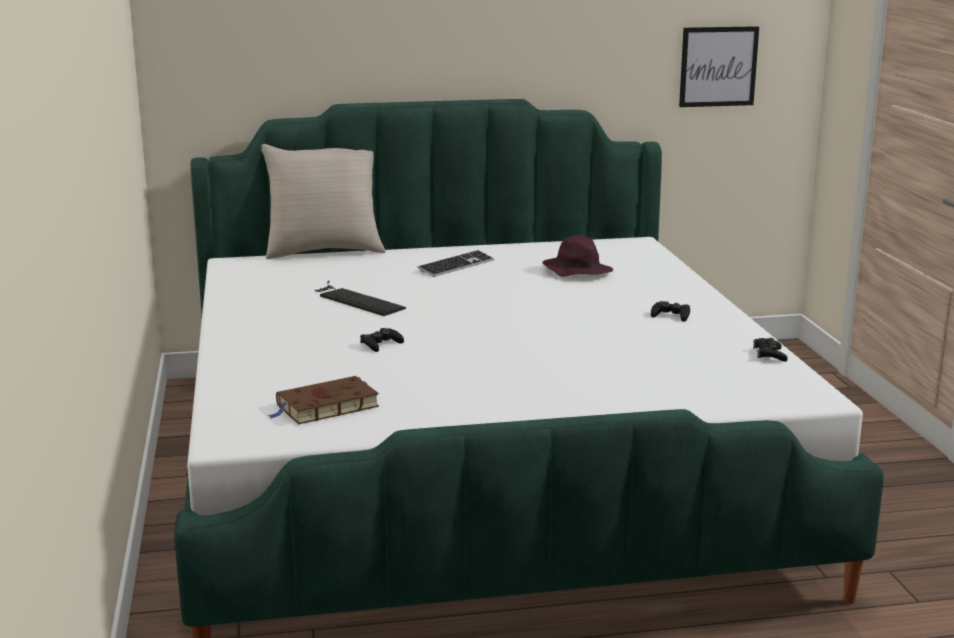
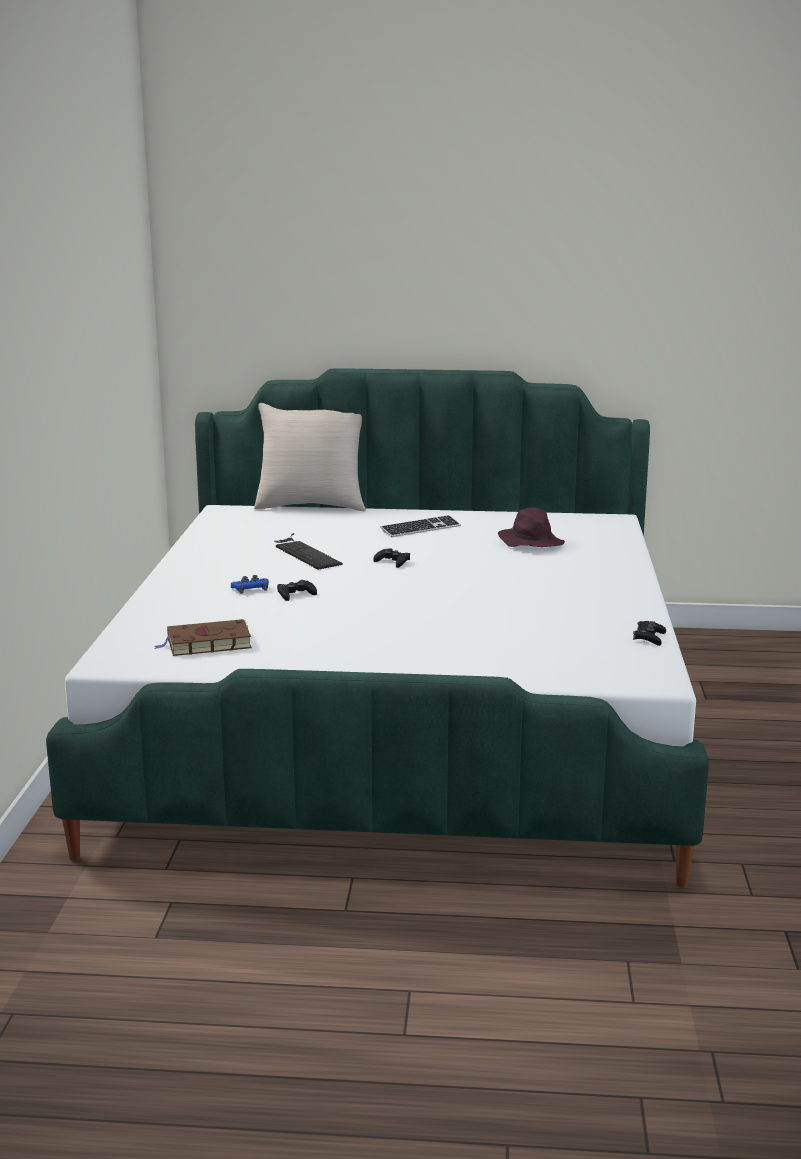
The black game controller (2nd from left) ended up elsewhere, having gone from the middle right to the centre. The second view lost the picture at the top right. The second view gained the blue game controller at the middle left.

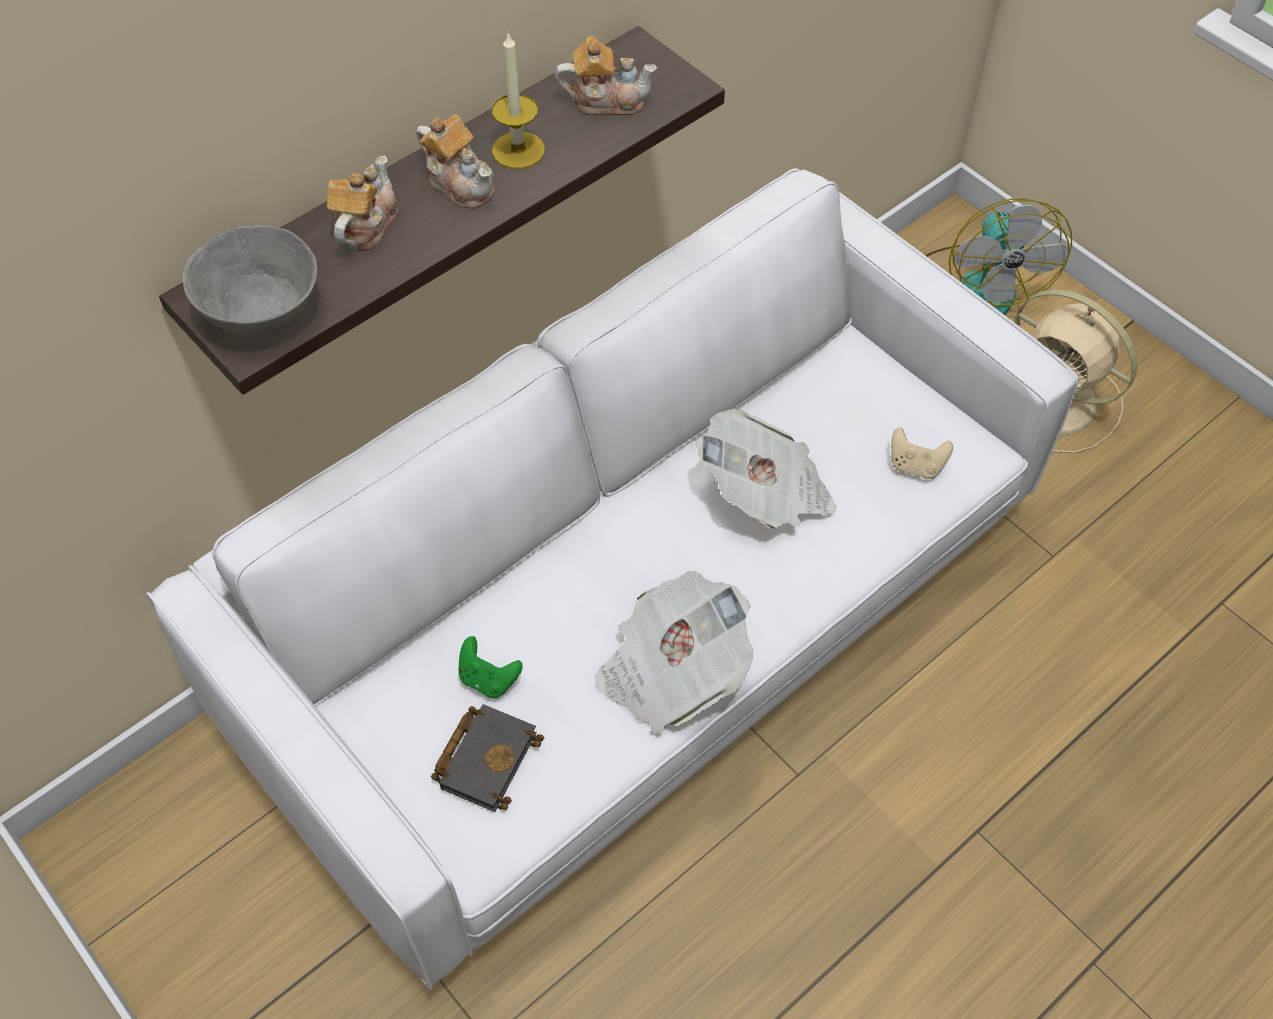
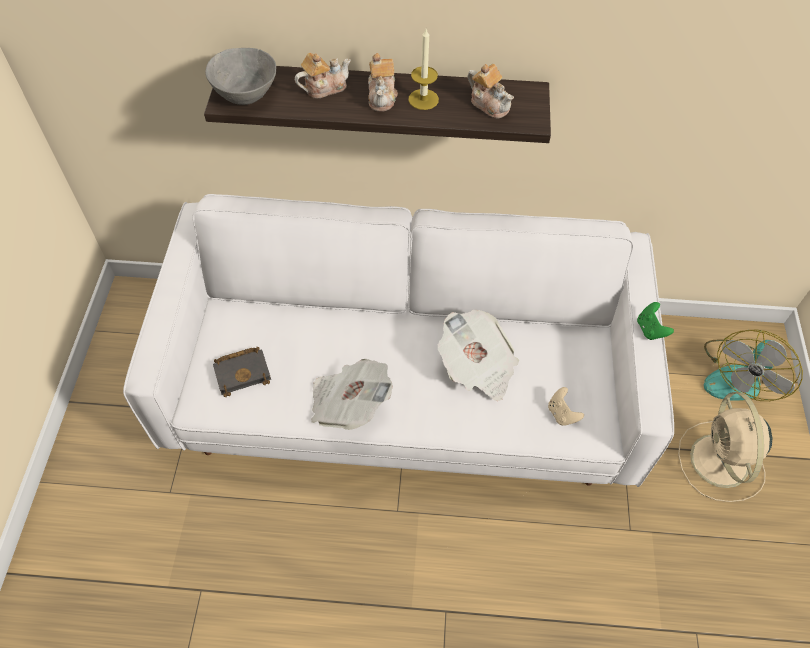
The green game controller ended up elsewhere, having gone from the centre to the middle right.

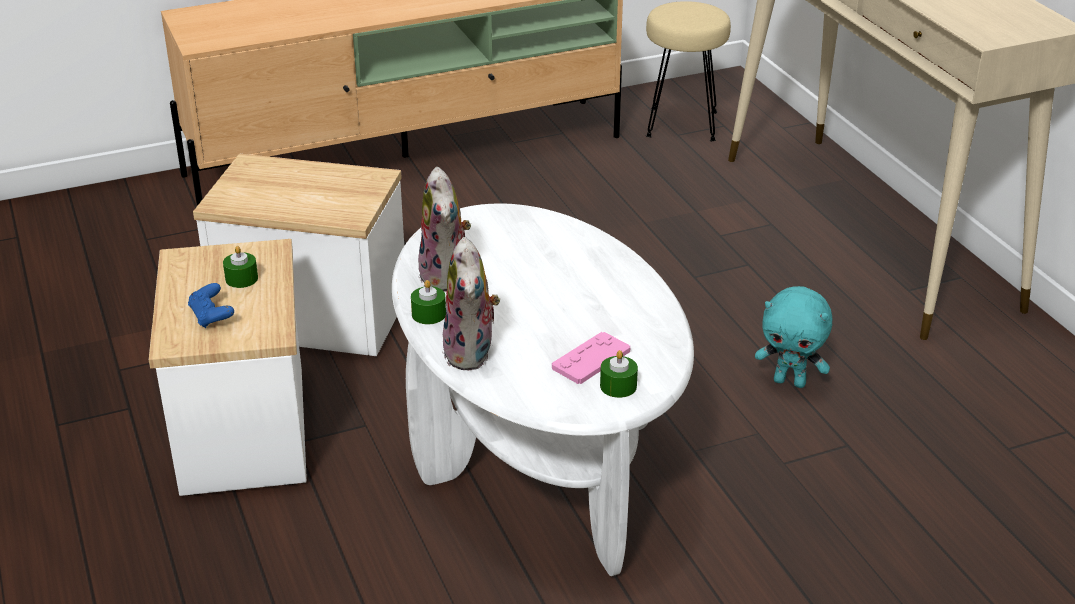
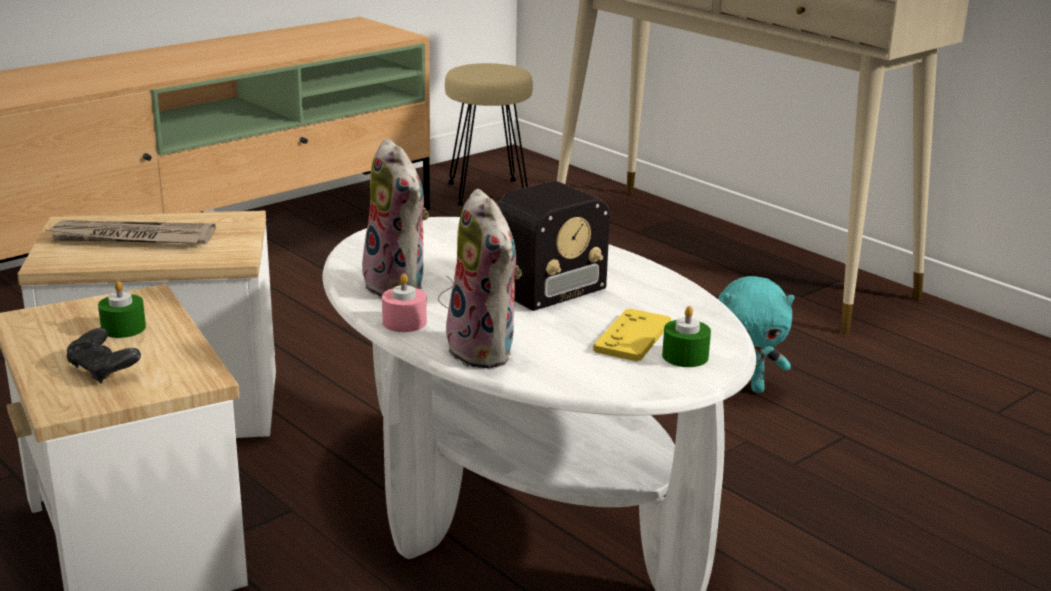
What was the blue game controller at the middle left turned into the black game controller at the middle left. What was the green candle (2nd from left) at the centre turned into the pink candle at the centre. What was the pink game controller at the centre turned into the yellow game controller at the centre. The second view gained the newspaper at the middle left. The second view gained the radio at the centre.

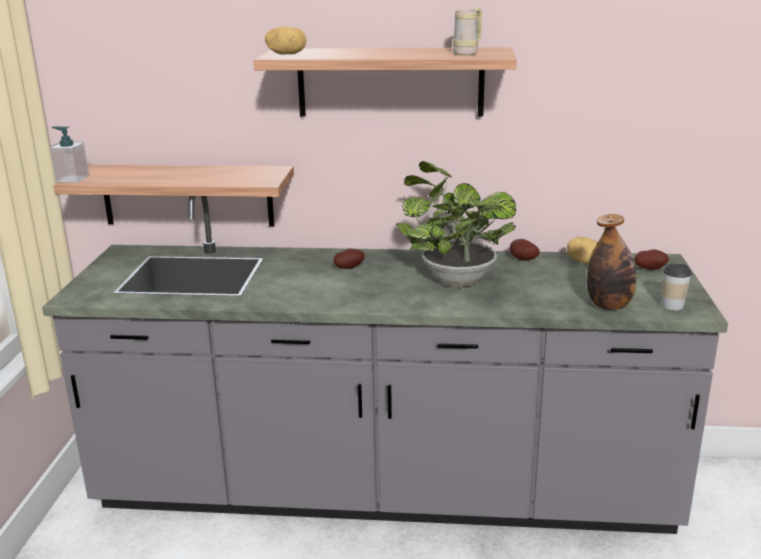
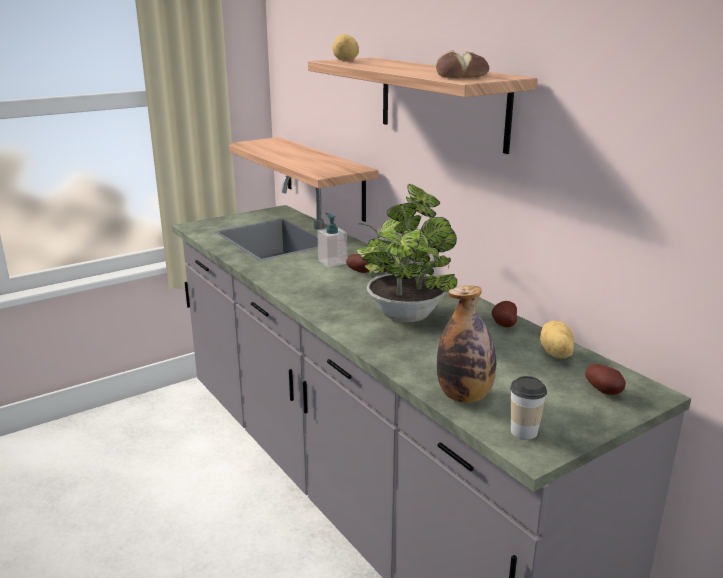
The soap dispenser ended up elsewhere, having gone from the top left to the centre. Where the beige mug stood at the top centre, the bread came to stand at the top centre.

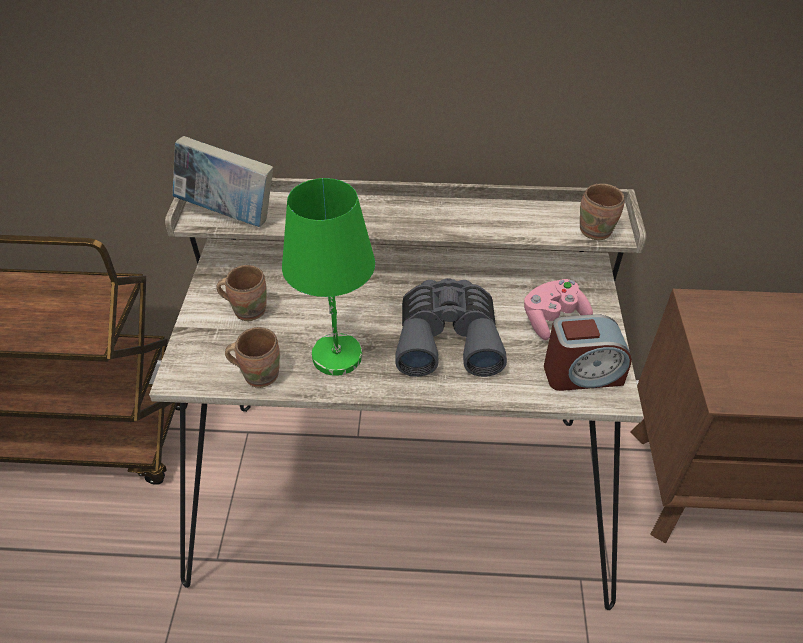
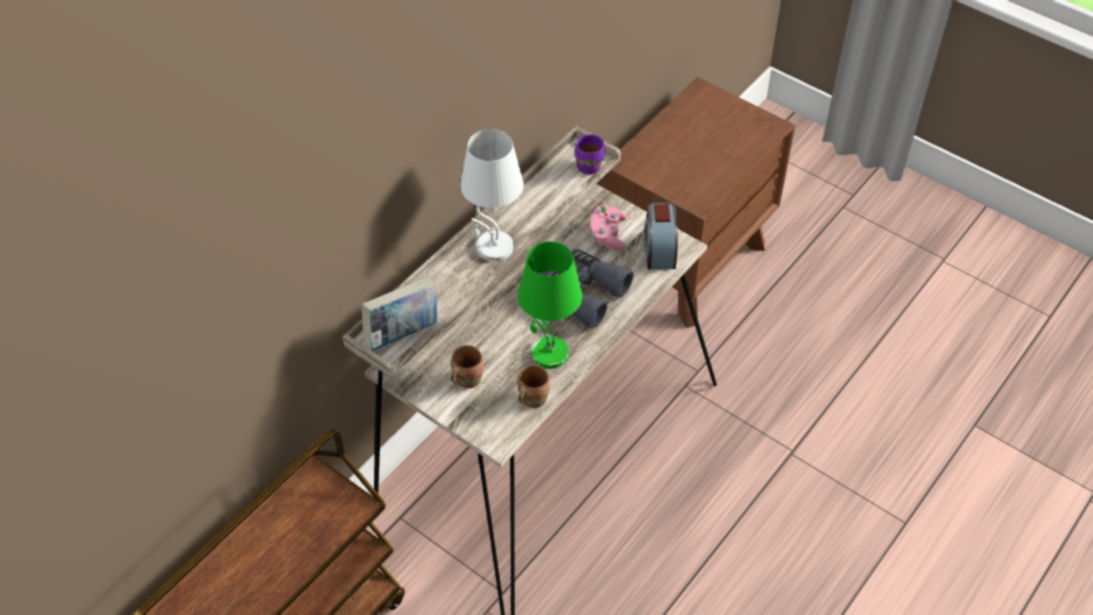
The alarm clock at the middle right ended up facing another way, 150 degrees clockwise from before. What was the brown mug (3rd from left) at the top right turned into the purple mug at the top centre. The second view gained the white table lamp at the top centre.

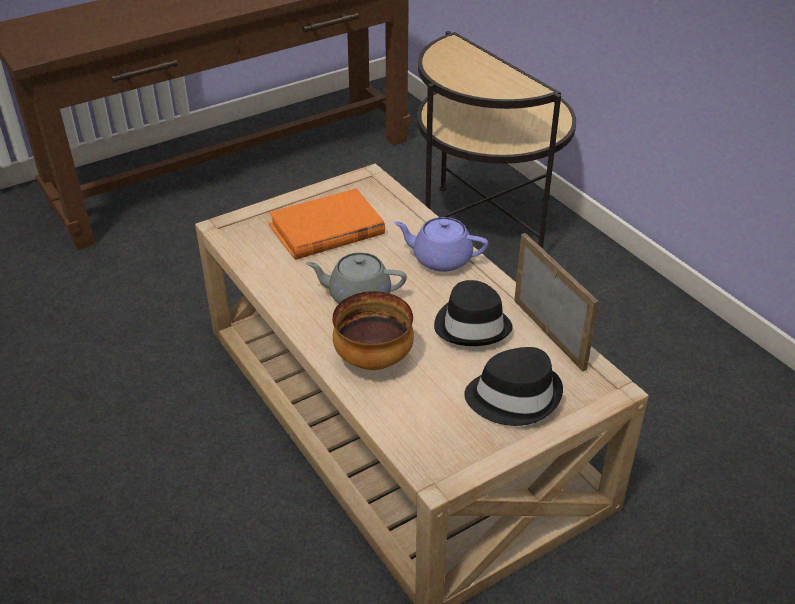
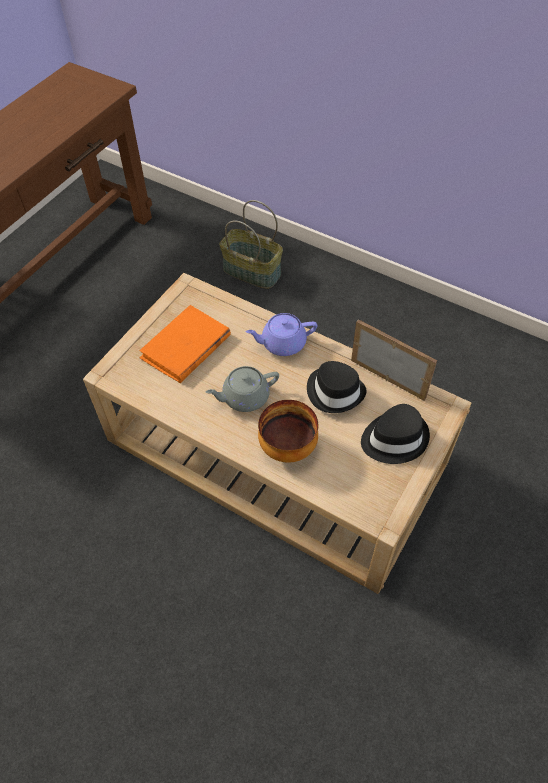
Where the side table stood at the top centre, the basket came to stand at the top centre.

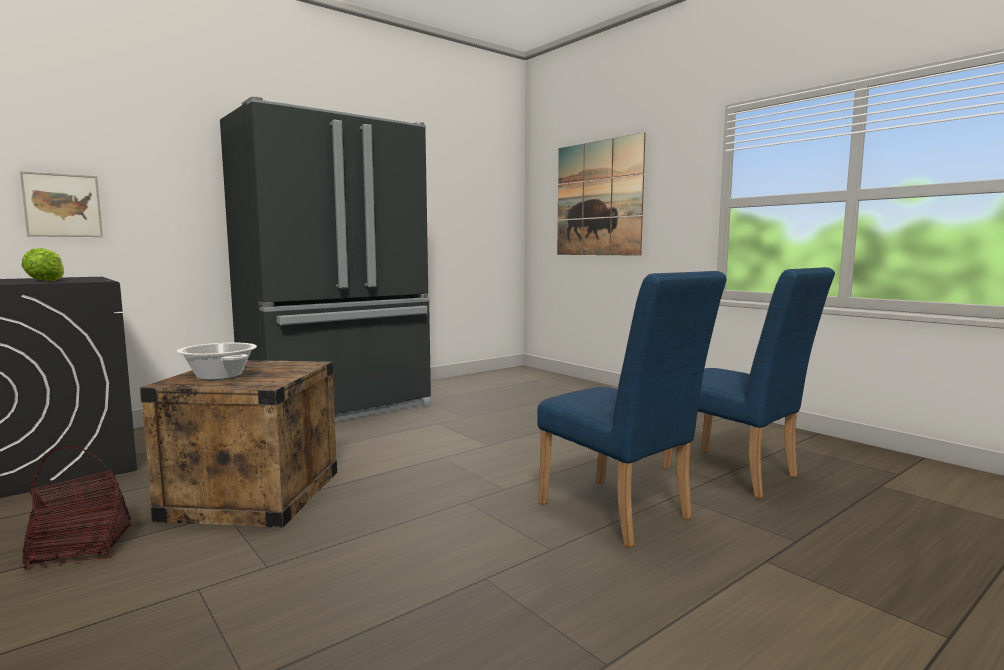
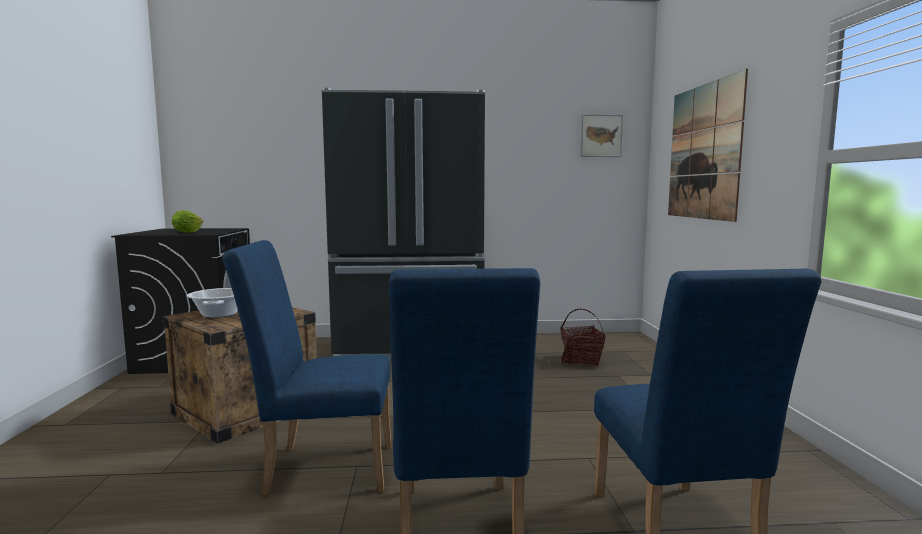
The picture (1st from left) ended up elsewhere, having gone from the top left to the top centre. The basket ended up elsewhere, having gone from the bottom left to the centre. The second view gained the blue chair (1st from left) at the bottom left.

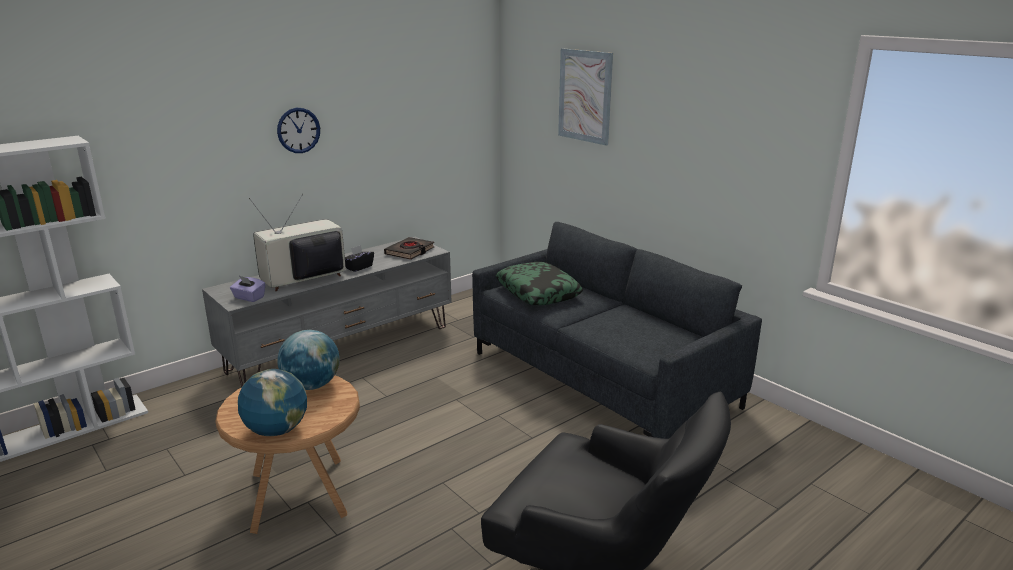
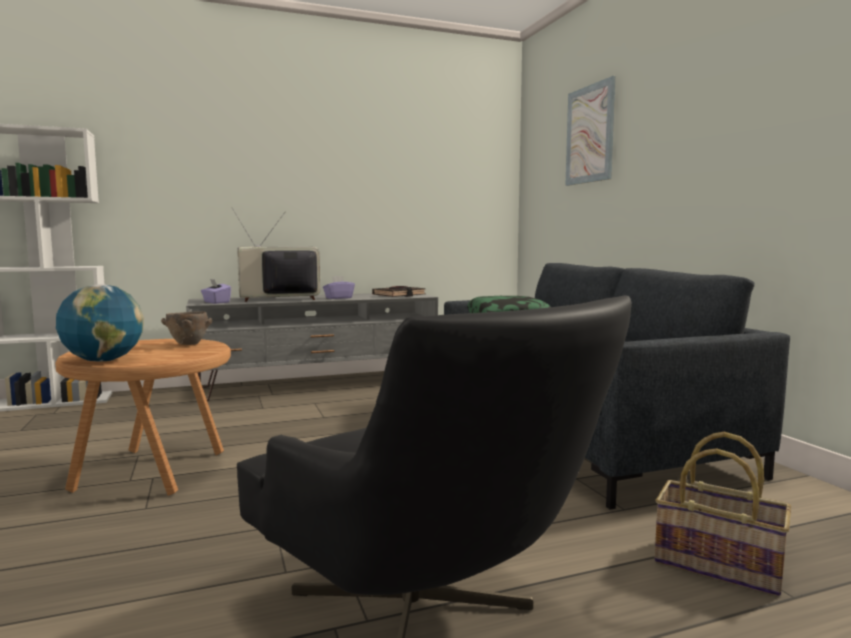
The second view lost the wall clock at the top left. Where the globe (2nd from left) stood at the middle left, the brown bowl came to stand at the middle left. What was the black tissue box at the centre turned into the purple tissue box (2nd from left) at the centre. The second view gained the basket at the bottom right.

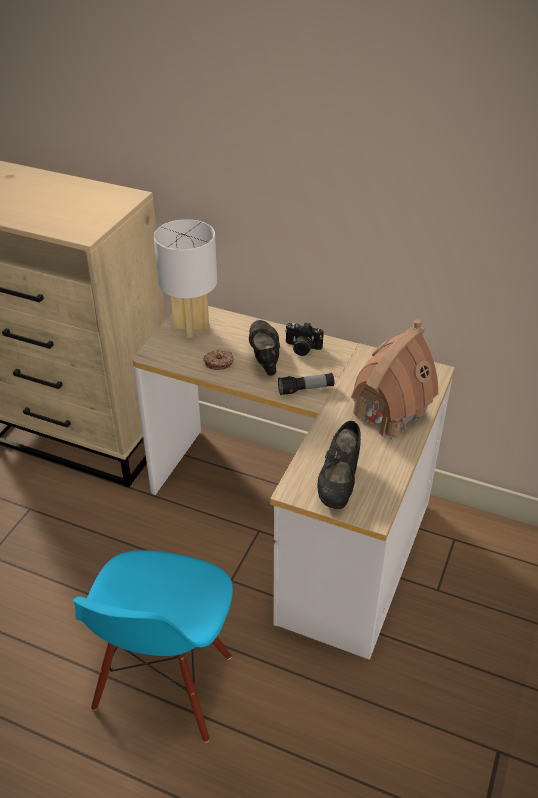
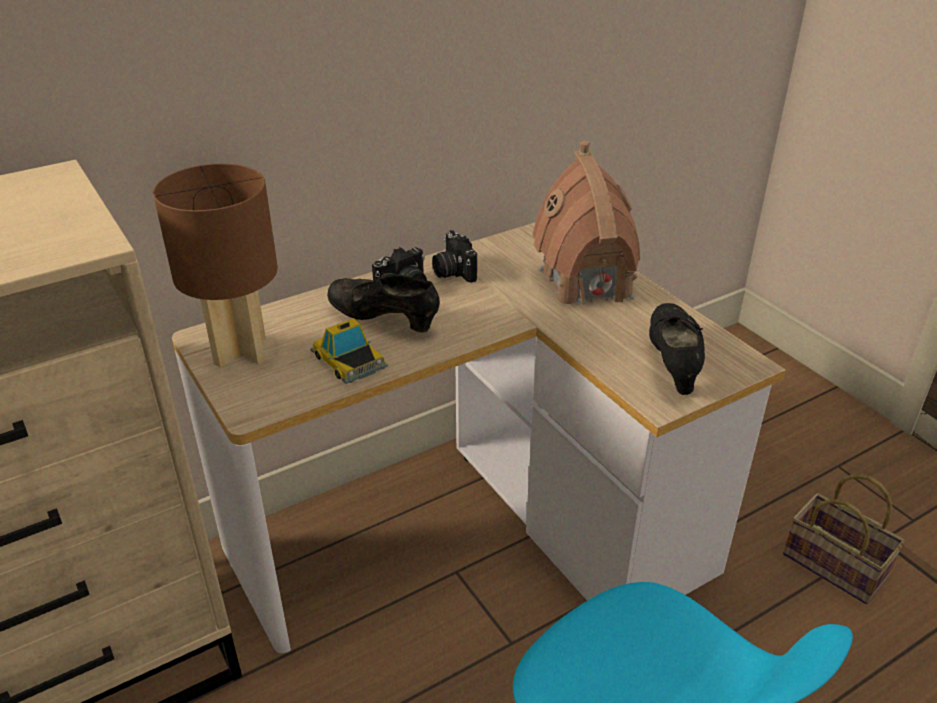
What was the white table lamp at the centre turned into the brown table lamp at the middle left. Where the donut stood at the centre, the toy car came to stand at the centre. The second view lost the flashlight at the centre. The black shoe (2nd from left) at the centre ended up facing another way, 135 degrees counterclockwise from before. The second view gained the photo camera (2nd from left) at the centre. The second view gained the basket at the bottom right.

